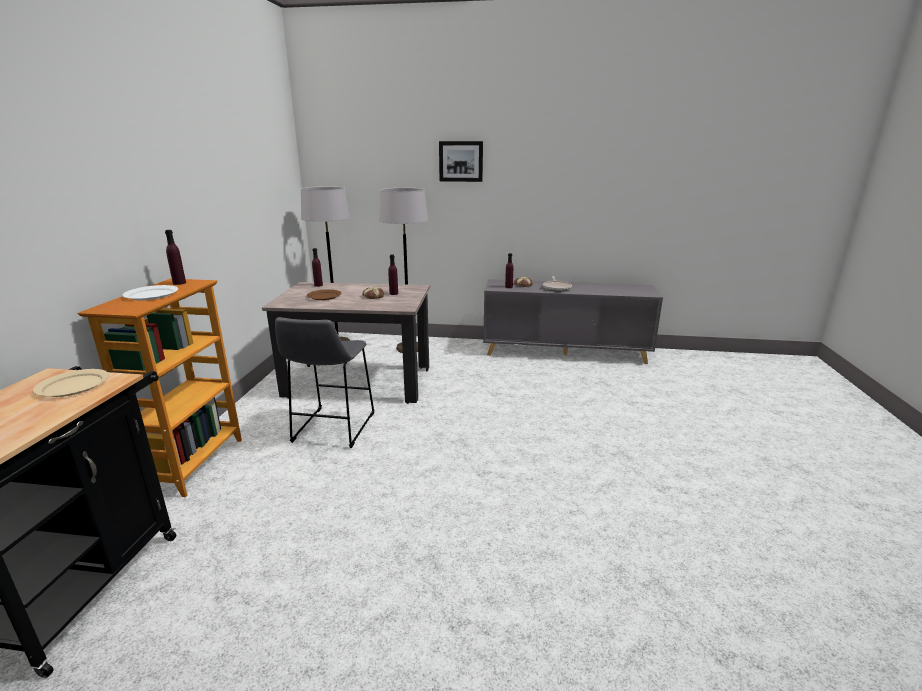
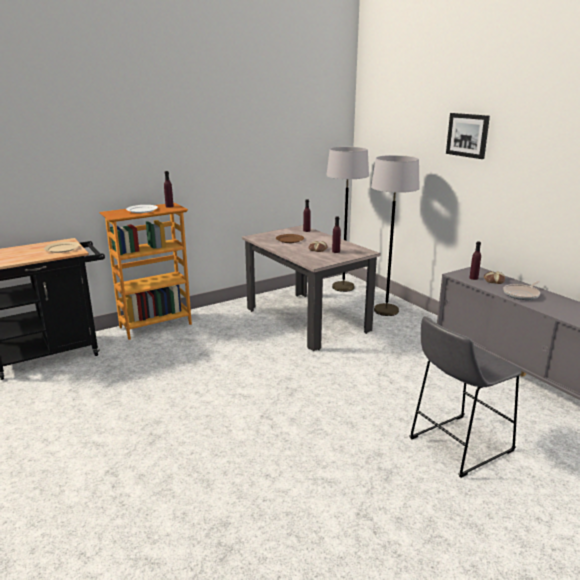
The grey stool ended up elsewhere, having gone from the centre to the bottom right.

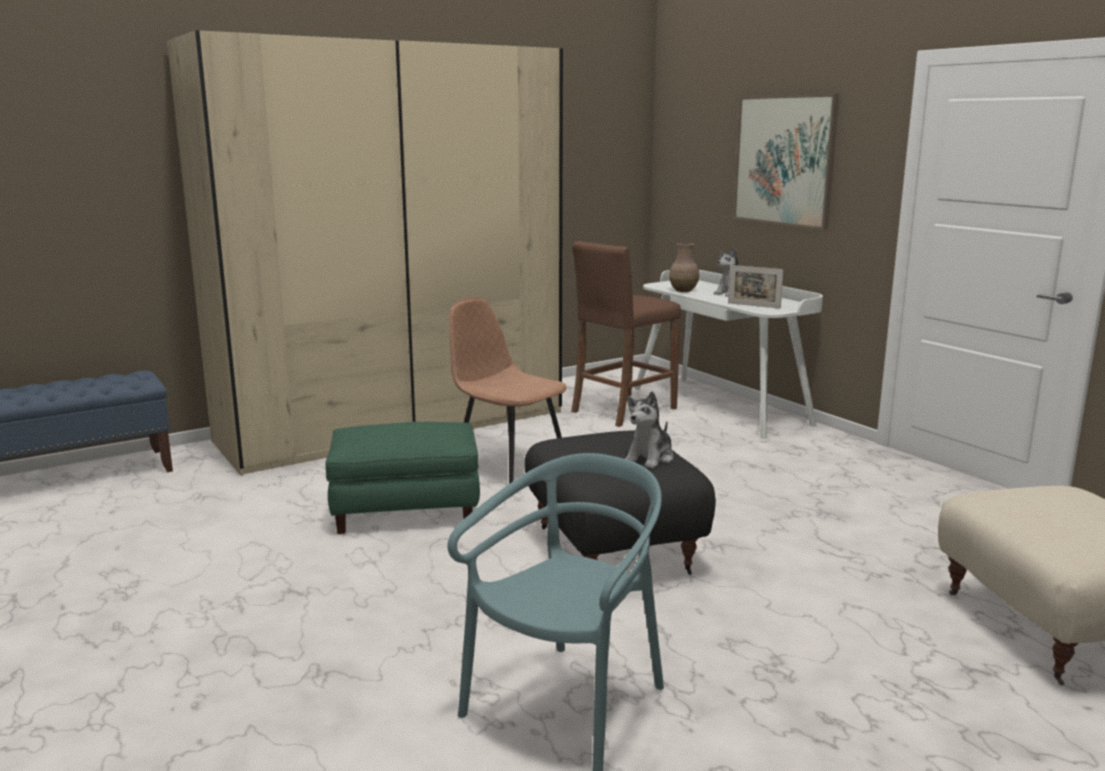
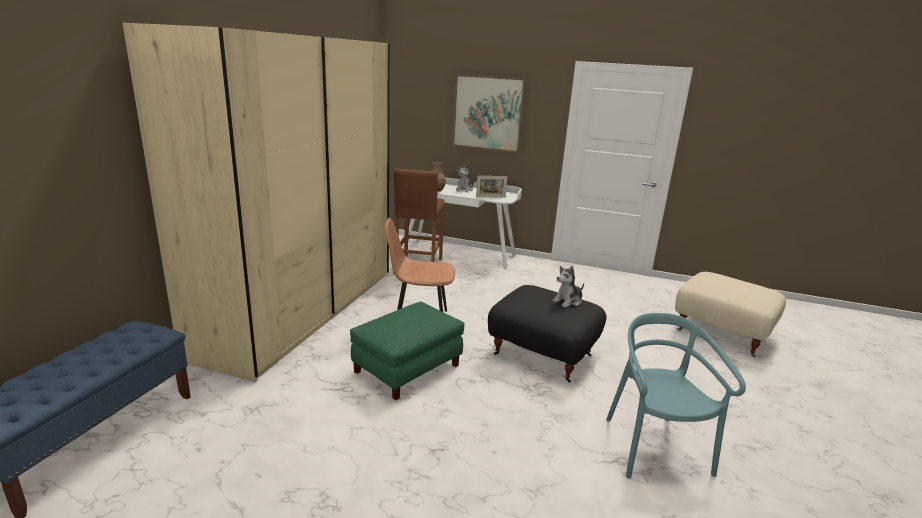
The plush toy (1st from left in the first image) at the centre ended up facing another way, 60 degrees clockwise from before.

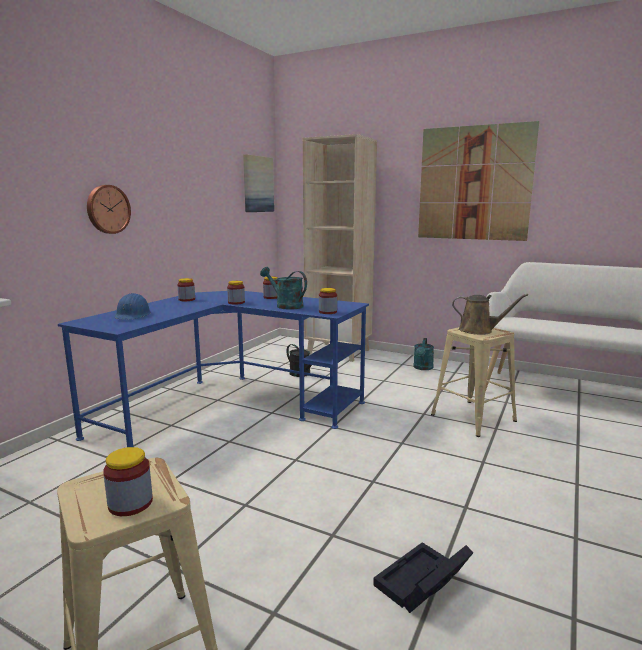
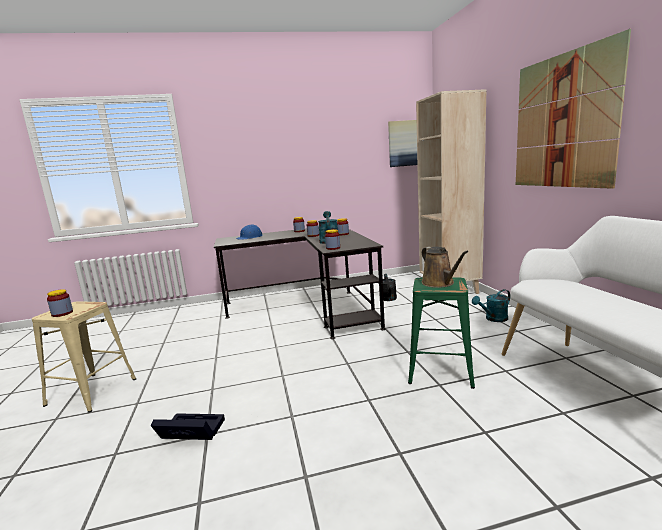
What was the blue desk at the middle left turned into the black desk at the centre. The second view lost the wall clock at the top left. What was the beige stool (2nd from left) at the middle right turned into the green stool at the centre.

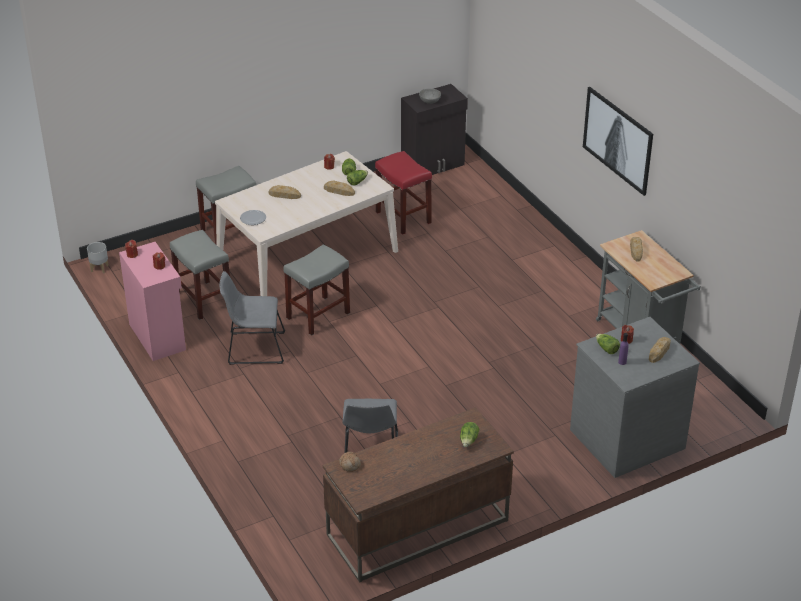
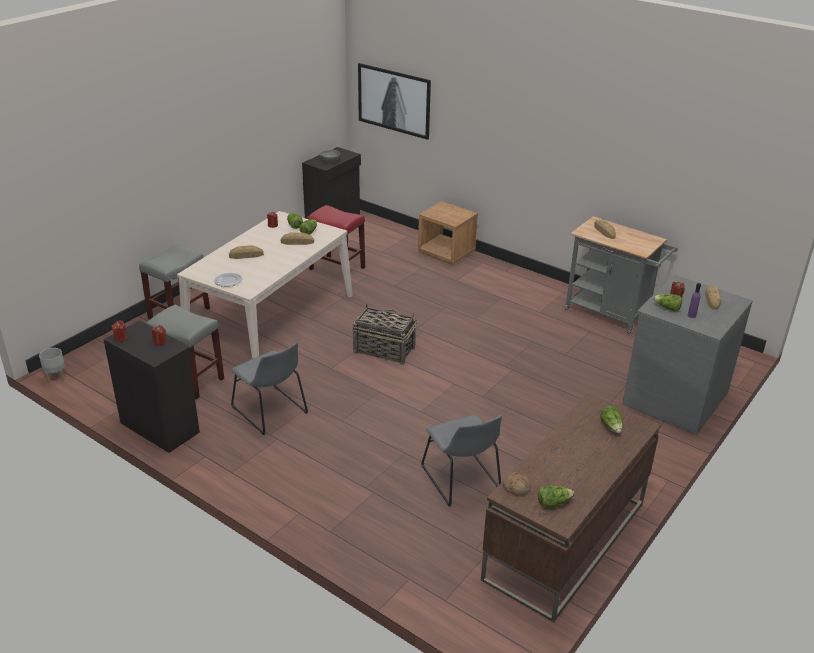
What was the pink cabinet at the middle left turned into the black cabinet (1st from left) at the middle left. The grey chair (1st from left) at the middle left ended up facing another way, 105 degrees counterclockwise from before. The second view lost the grey stool (3rd from left) at the centre. The picture ended up elsewhere, having gone from the top right to the top centre. The second view gained the basket at the centre. The second view gained the brown nightstand at the centre. The second view gained the lettuce (3rd from left) at the bottom right.

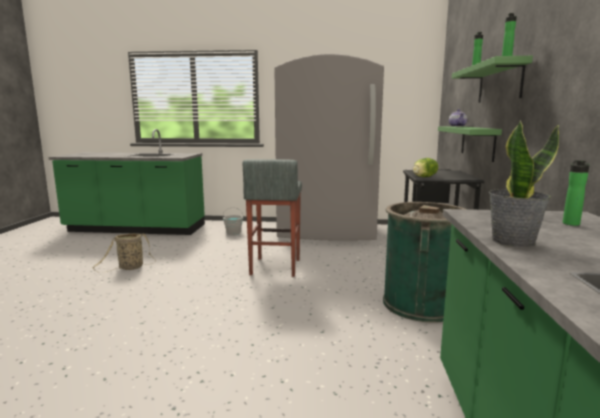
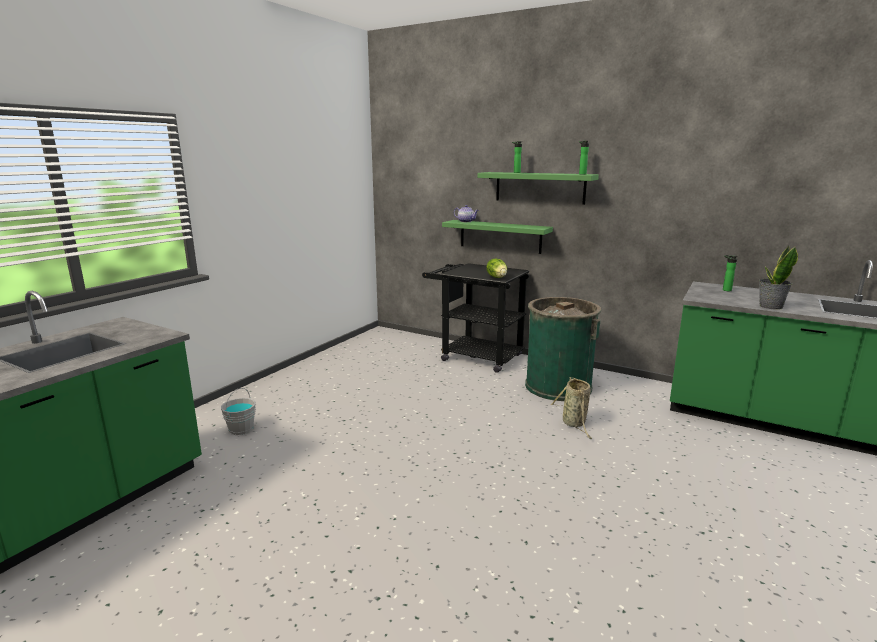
The basket ended up elsewhere, having gone from the middle left to the centre. The second view lost the grey stool at the centre. The second view lost the grey fridge at the centre.

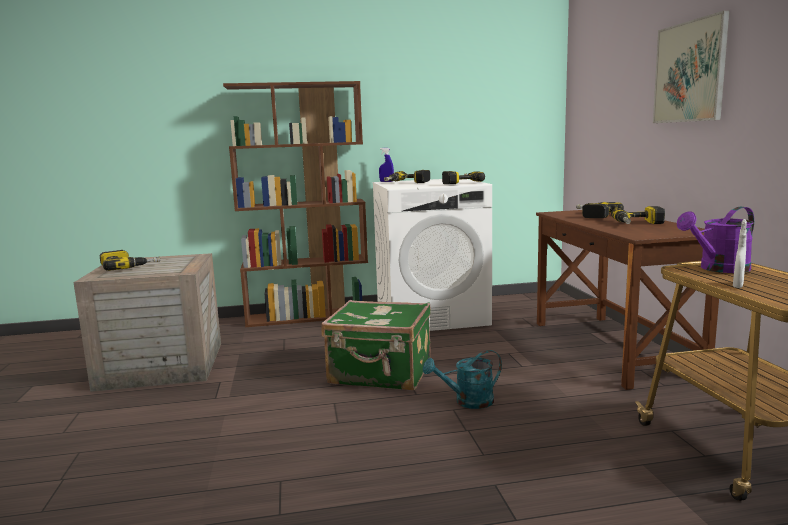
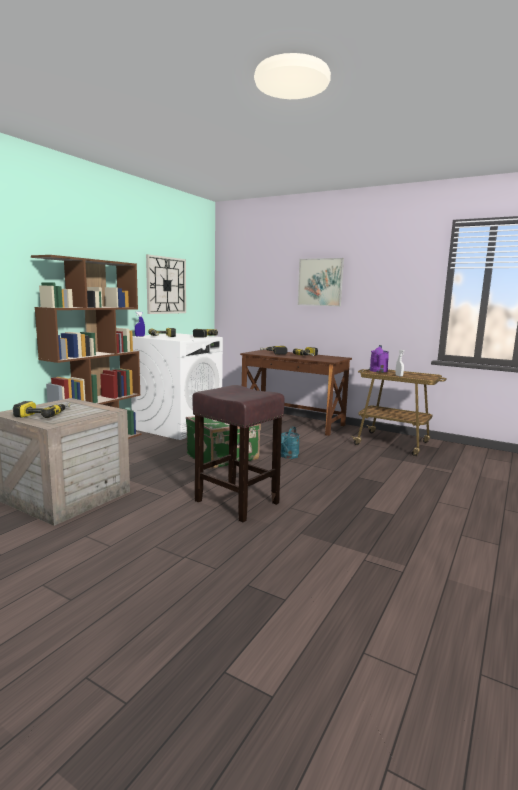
The second view gained the wall clock at the middle left. The second view gained the brown stool at the centre.

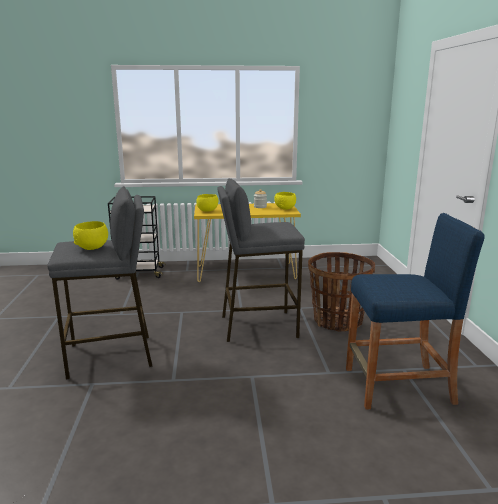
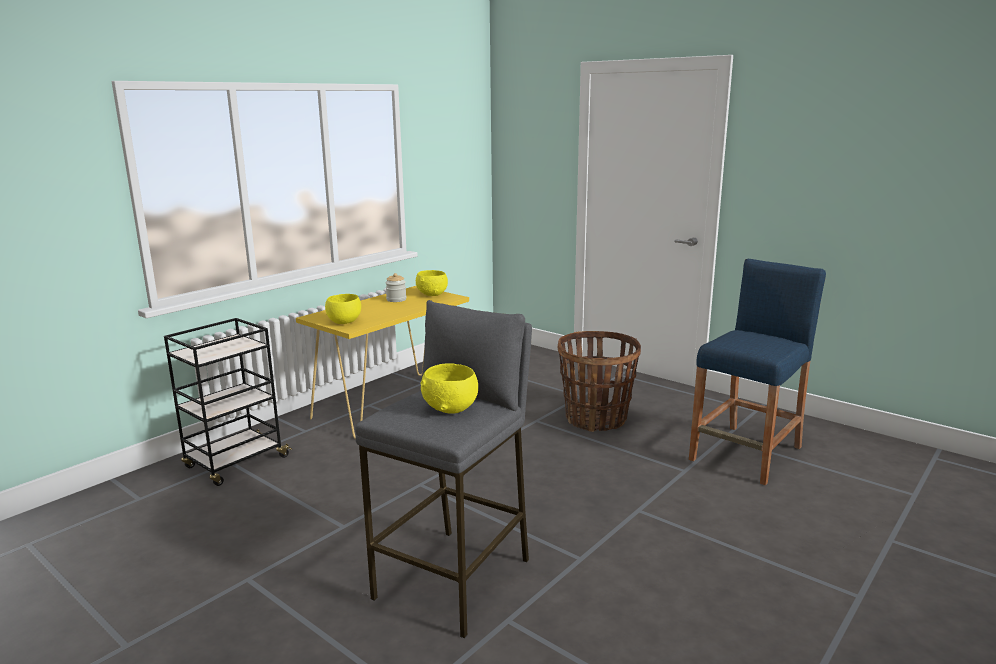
The second view lost the grey stool (2nd from left) at the centre.

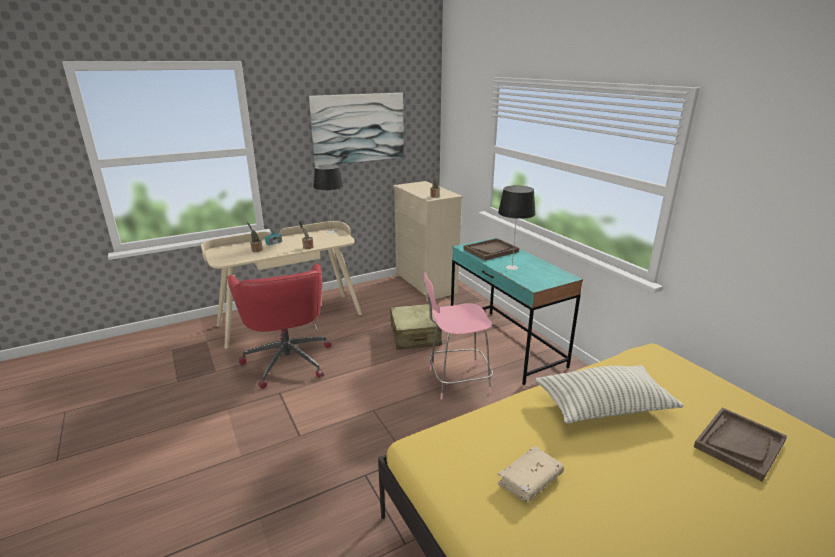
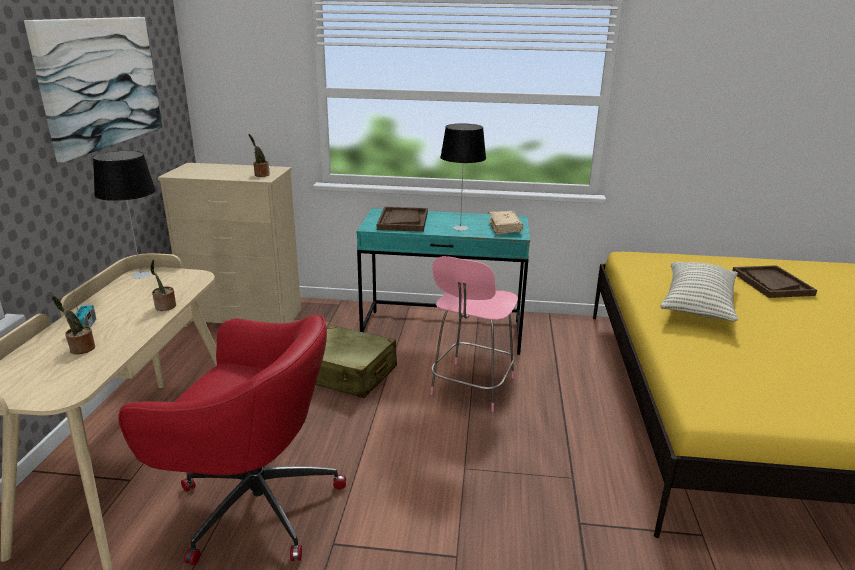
The beige book ended up elsewhere, having gone from the bottom centre to the centre.

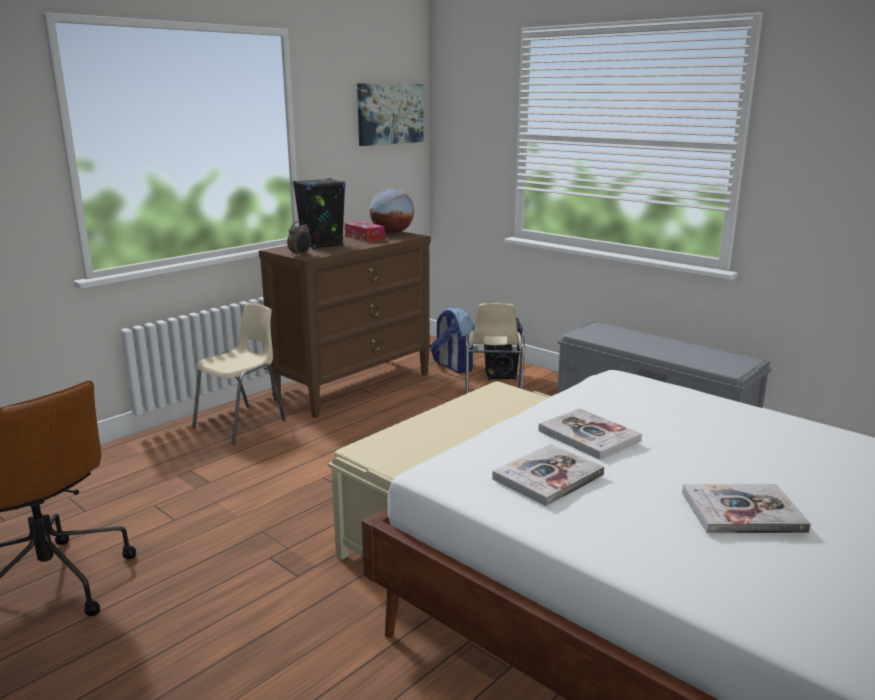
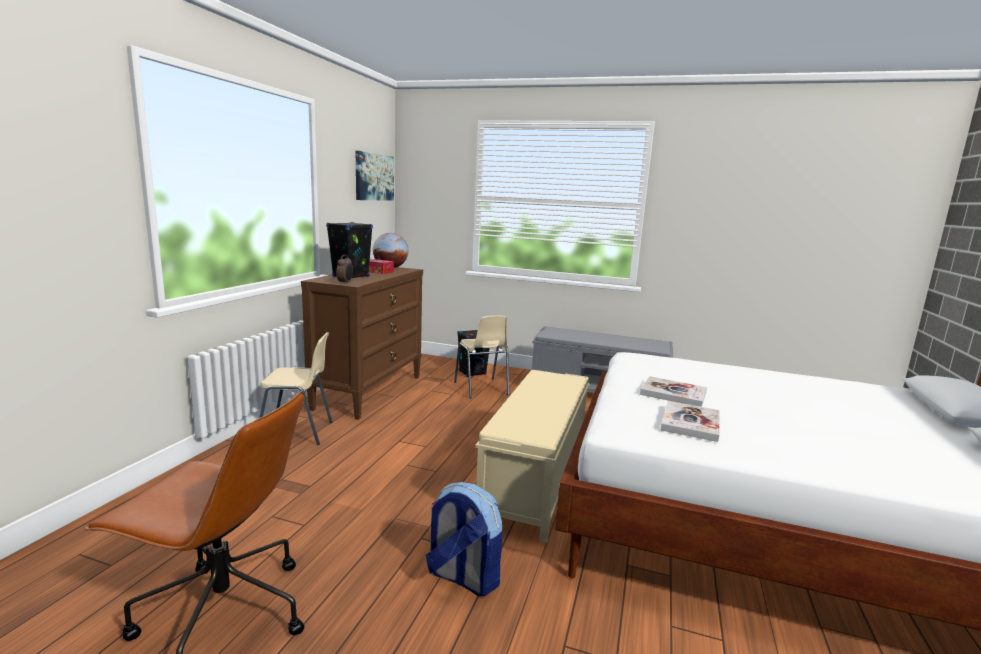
The beige chair (1st from left) at the middle left ended up facing another way, 75 degrees clockwise from before. The backpack ended up elsewhere, having gone from the centre to the bottom centre. The second view lost the book (3rd from left) at the bottom right.

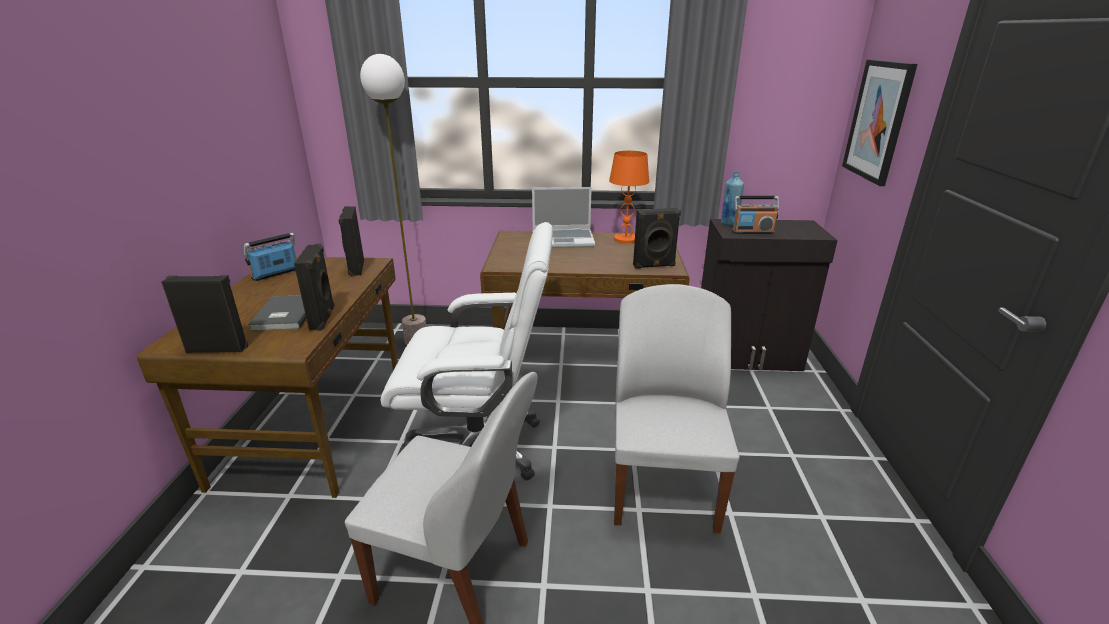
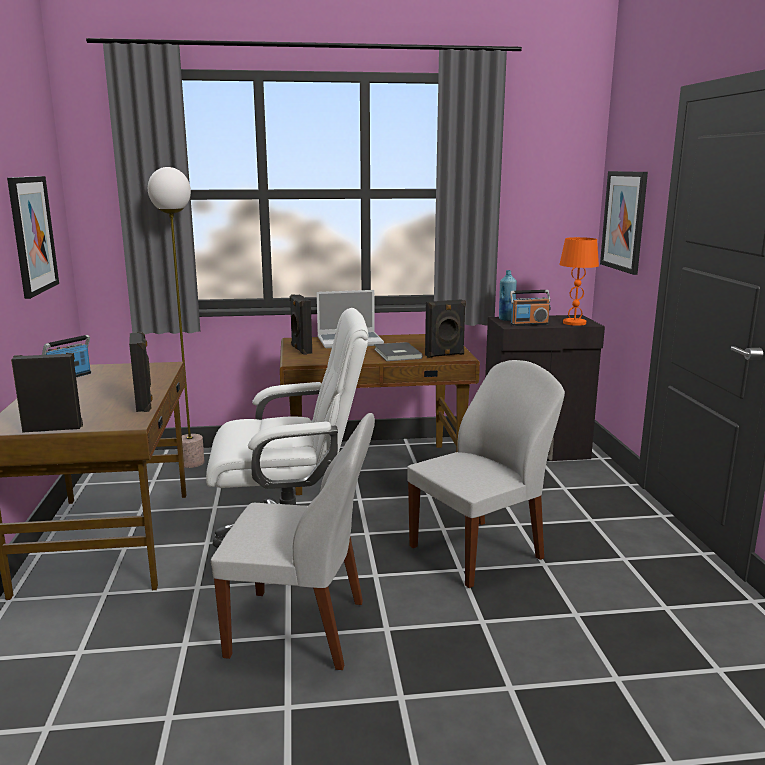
The grey book ended up elsewhere, having gone from the middle left to the centre. The black speaker (3rd from left) ended up elsewhere, having gone from the middle left to the centre. The orange table lamp ended up elsewhere, having gone from the top centre to the middle right. The white chair (2nd from left) at the centre ended up facing another way, 60 degrees clockwise from before. The second view gained the picture (1st from left) at the top left.

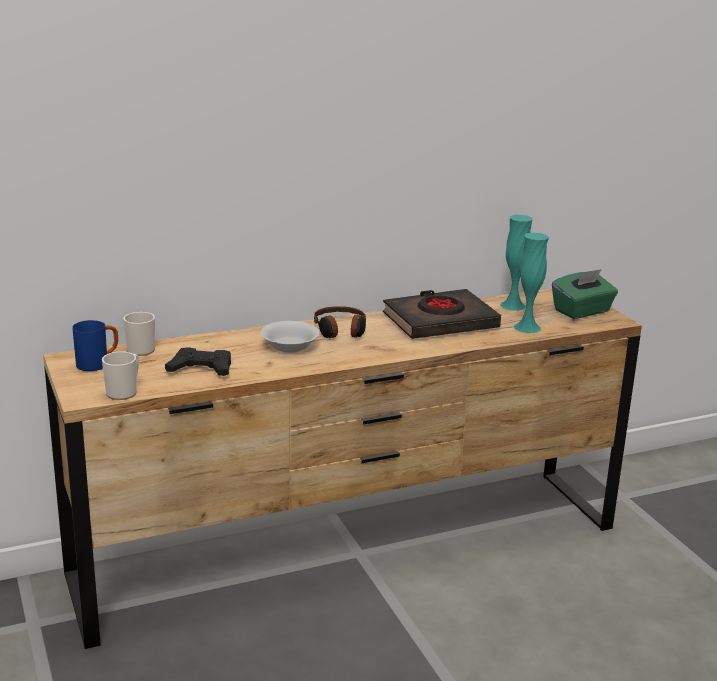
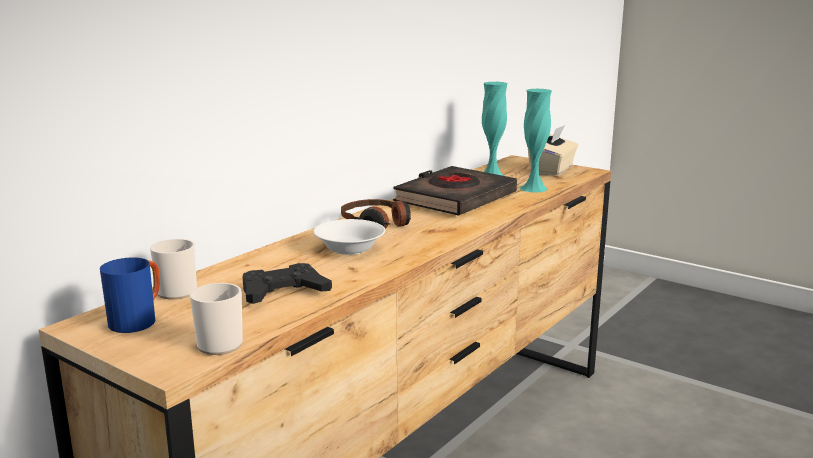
What was the green tissue box at the middle right turned into the beige tissue box at the top right.

